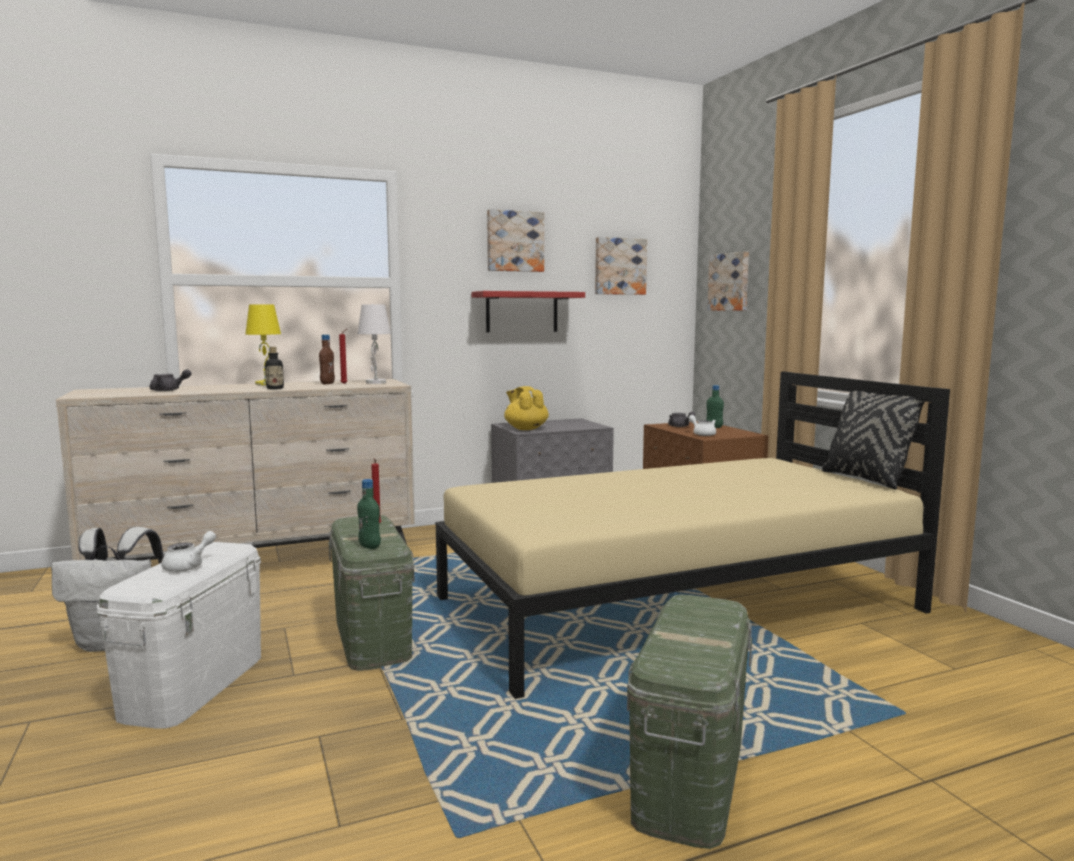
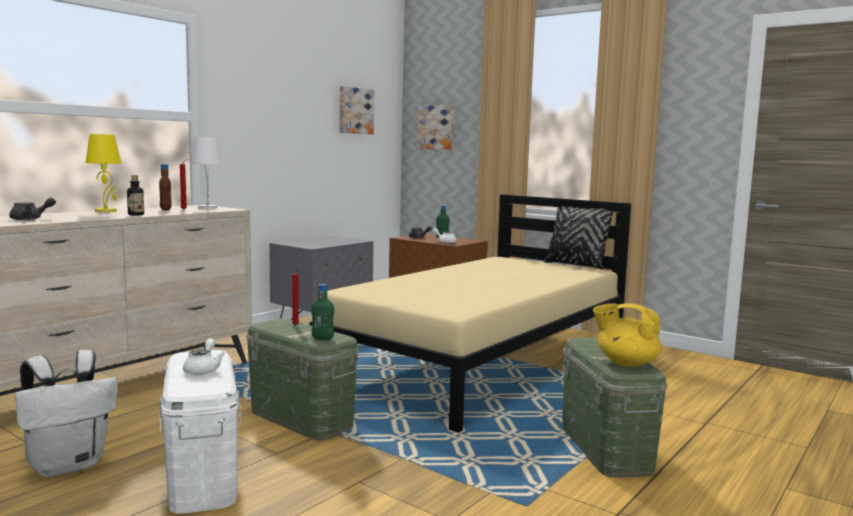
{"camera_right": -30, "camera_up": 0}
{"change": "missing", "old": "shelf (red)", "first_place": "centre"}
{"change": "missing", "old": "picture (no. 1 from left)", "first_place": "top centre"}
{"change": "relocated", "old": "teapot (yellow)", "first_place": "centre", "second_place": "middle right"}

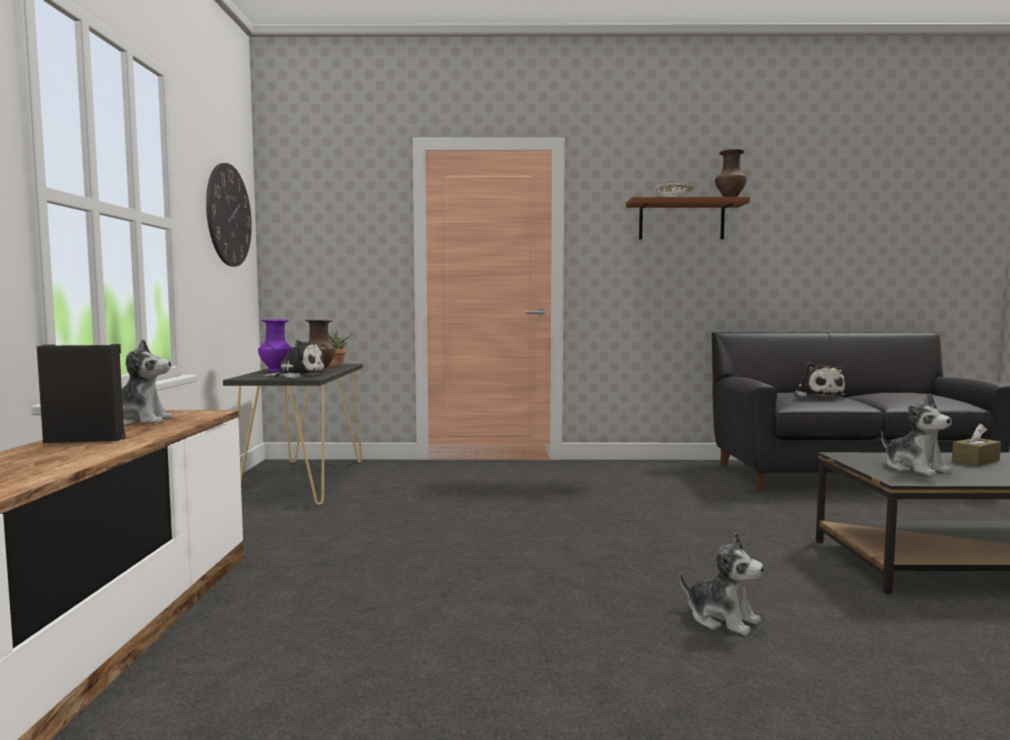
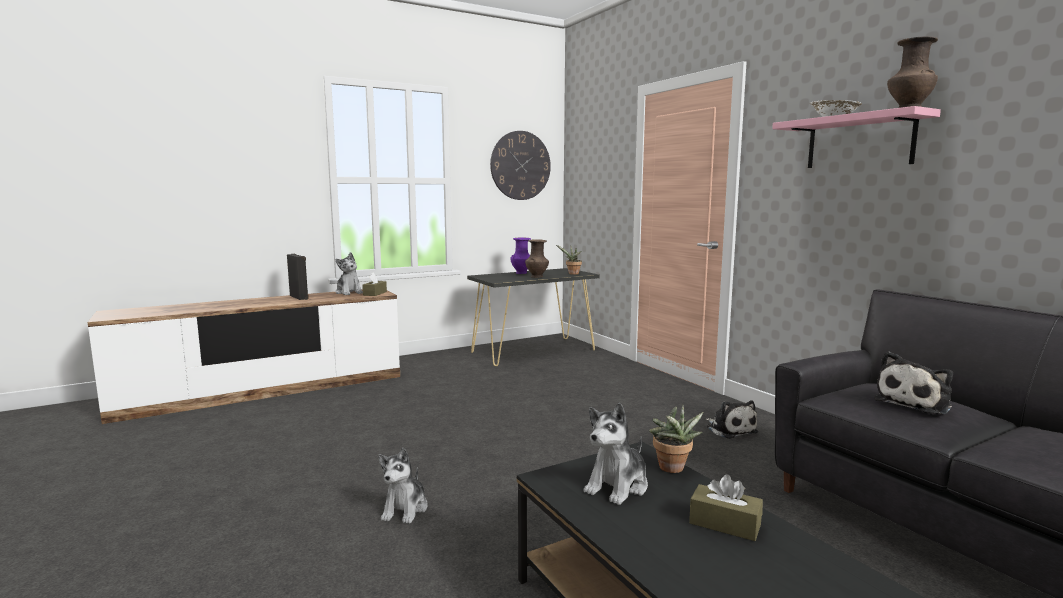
{"camera_right": 60, "camera_up": 5}
{"change": "appeared", "new": "tissue box (brown) (no. 1 from left)", "second_place": "centre"}
{"change": "appeared", "new": "potted plant (no. 2 from left)", "second_place": "bottom centre"}
{"change": "relocated", "old": "plush toy (no. 2 from left in the first image)", "new": "plush toy (no. 4 from left)", "first_place": "middle left", "second_place": "bottom right"}
{"change": "colour", "old": "shelf (brown)", "new": "shelf (pink)", "first_place": "top right", "second_place": "top right"}

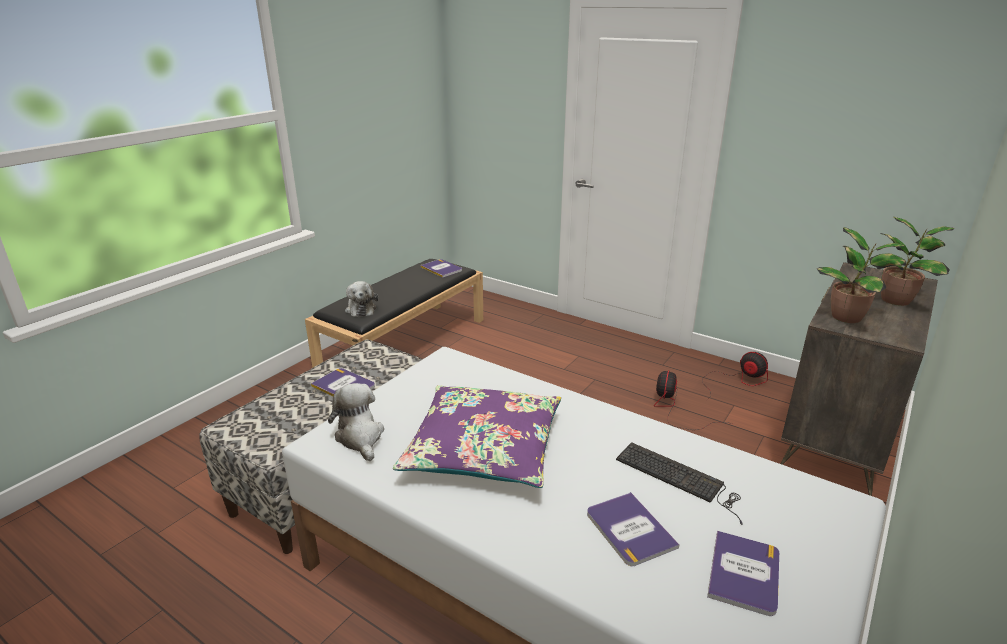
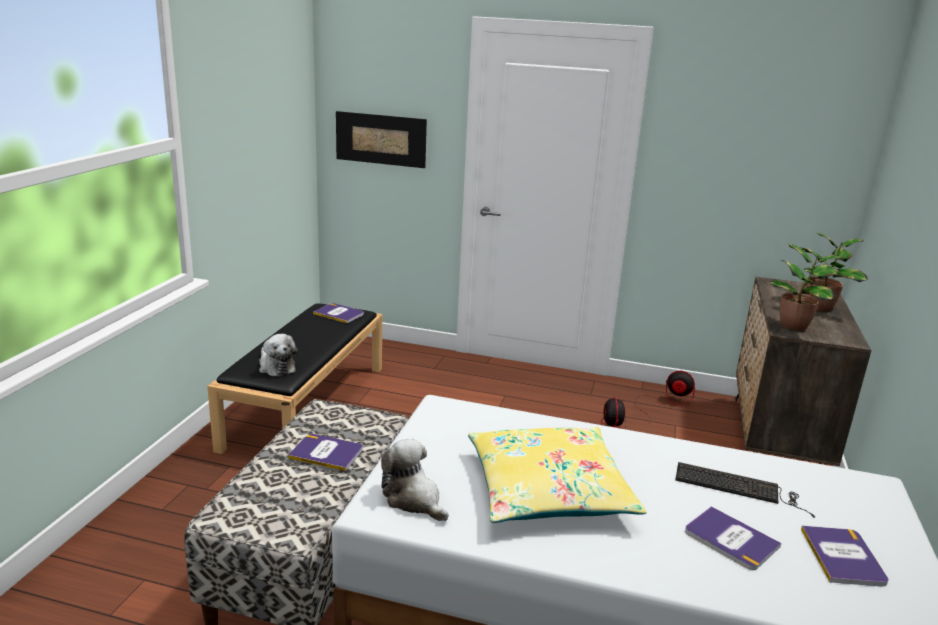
{"camera_right": -20, "camera_up": -5}
{"change": "appeared", "new": "picture", "second_place": "top centre"}
{"change": "colour", "old": "pillow (purple)", "new": "pillow (yellow)", "first_place": "bottom centre", "second_place": "bottom centre"}

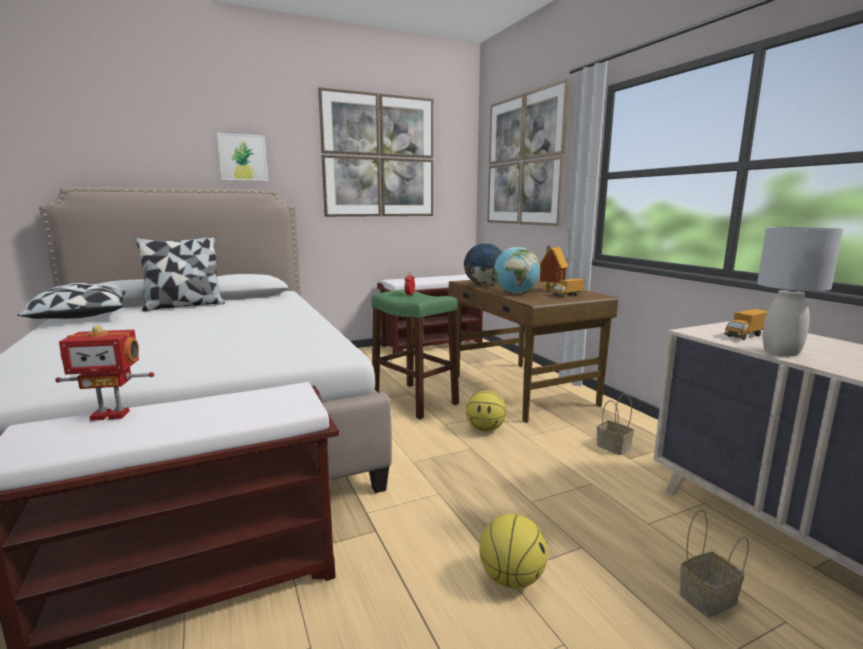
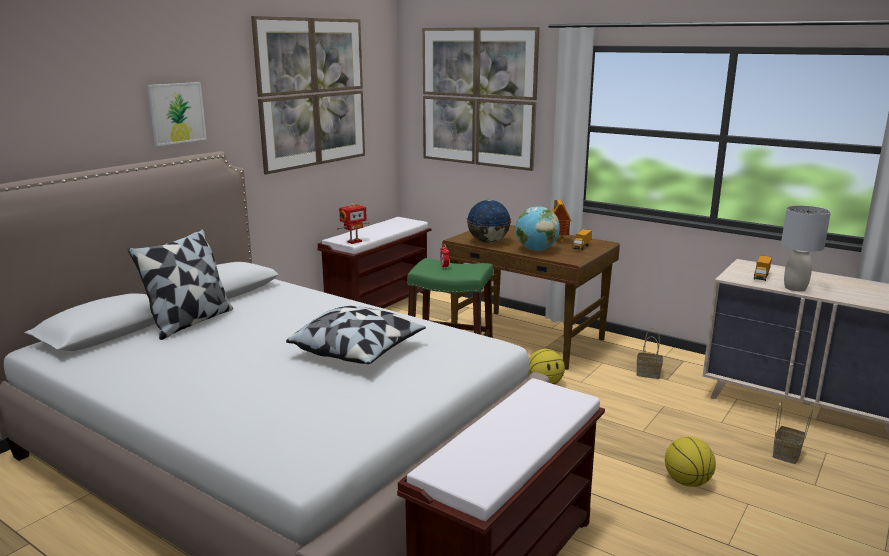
{"camera_right": -30, "camera_up": 5}
{"change": "relocated", "old": "pillow (no. 1 from left in the first image)", "new": "pillow (no. 2 from left)", "first_place": "middle left", "second_place": "centre"}
{"change": "relocated", "old": "toy robot", "first_place": "middle left", "second_place": "centre"}

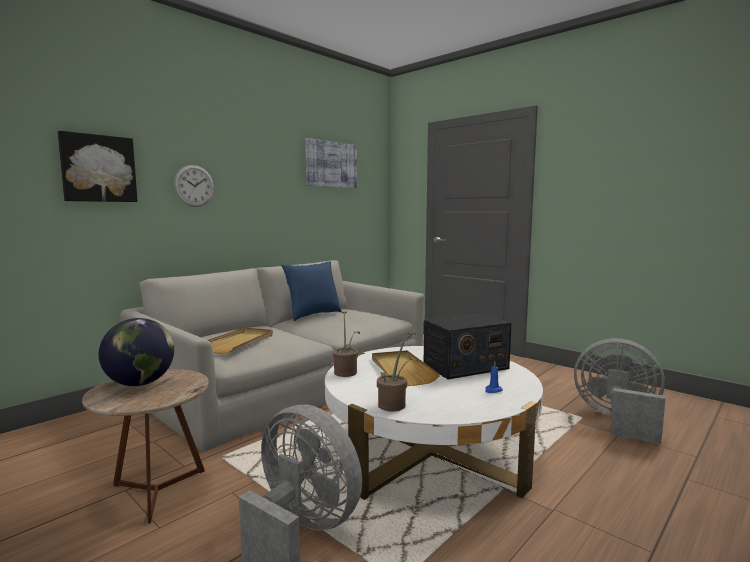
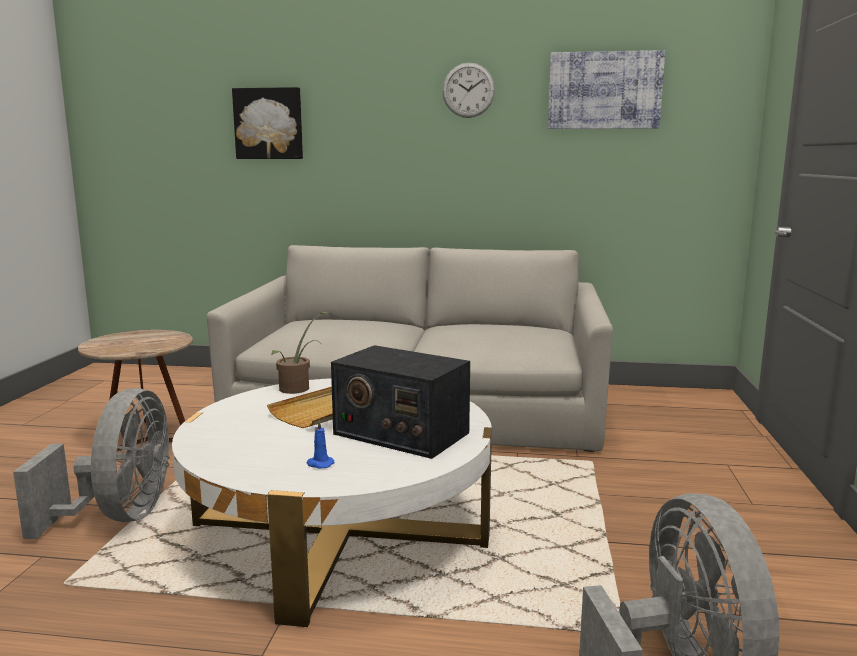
{"camera_right": 55, "camera_up": 5}
{"change": "missing", "old": "globe", "first_place": "middle left"}
{"change": "missing", "old": "tray (beige) (no. 1 from left)", "first_place": "middle left"}
{"change": "missing", "old": "pillow (blue)", "first_place": "centre"}
{"change": "missing", "old": "potted plant (no. 2 from left)", "first_place": "centre"}
{"change": "relocated", "old": "wall clock", "first_place": "top left", "second_place": "top centre"}

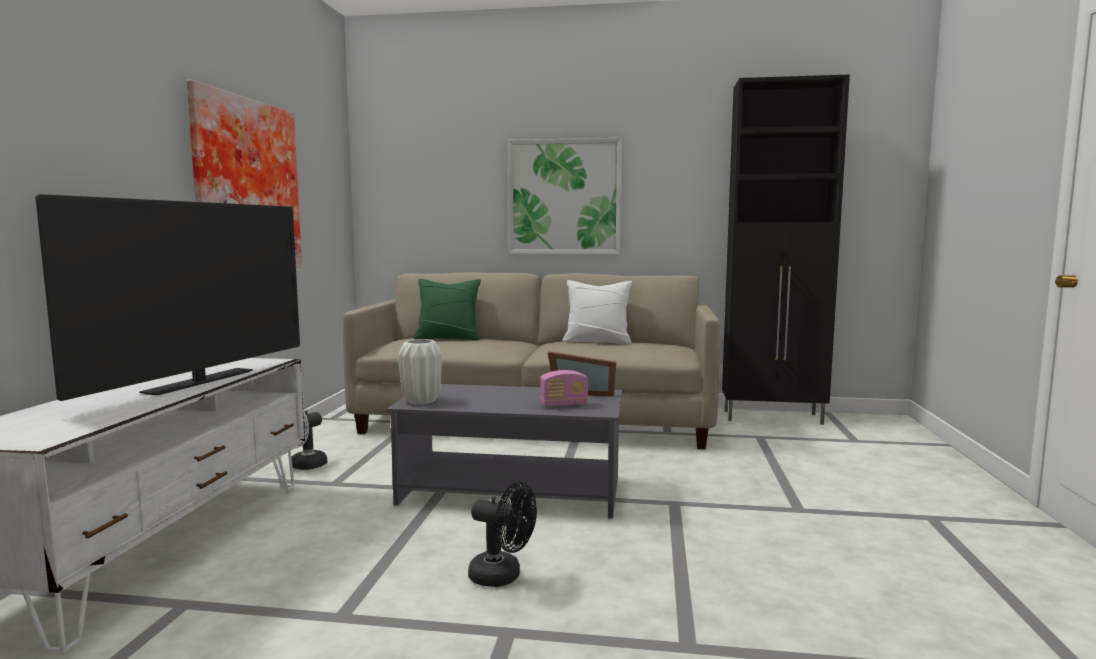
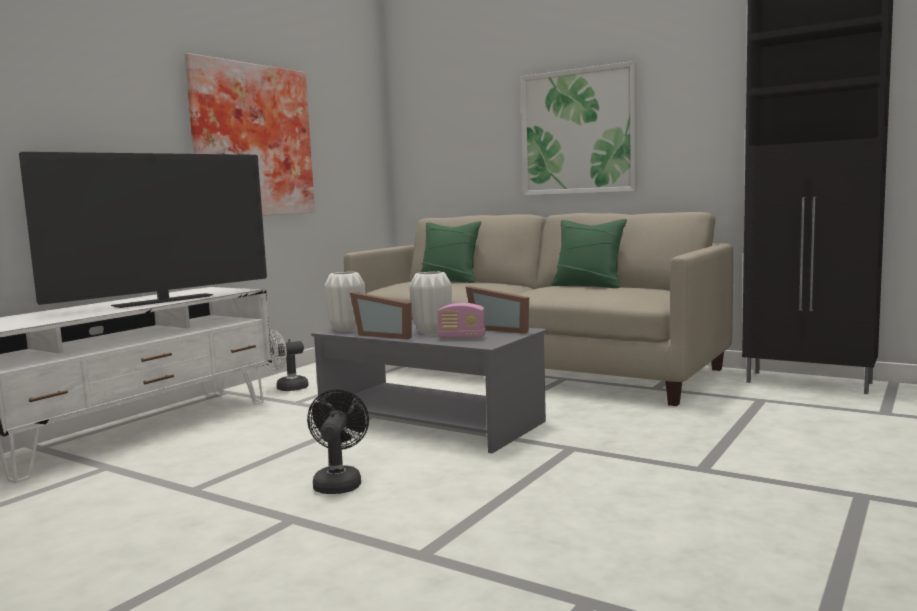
{"camera_right": 25, "camera_up": 0}
{"change": "appeared", "new": "picture frame (no. 1 from left)", "second_place": "centre"}
{"change": "appeared", "new": "vase (white) (no. 2 from left)", "second_place": "centre"}
{"change": "colour", "old": "pillow (white)", "new": "pillow (green) (no. 2 from left)", "first_place": "centre", "second_place": "centre"}
{"change": "spun", "old": "fan (black)", "first_place": "bottom centre", "second_place": "bottom centre", "degrees": -135}

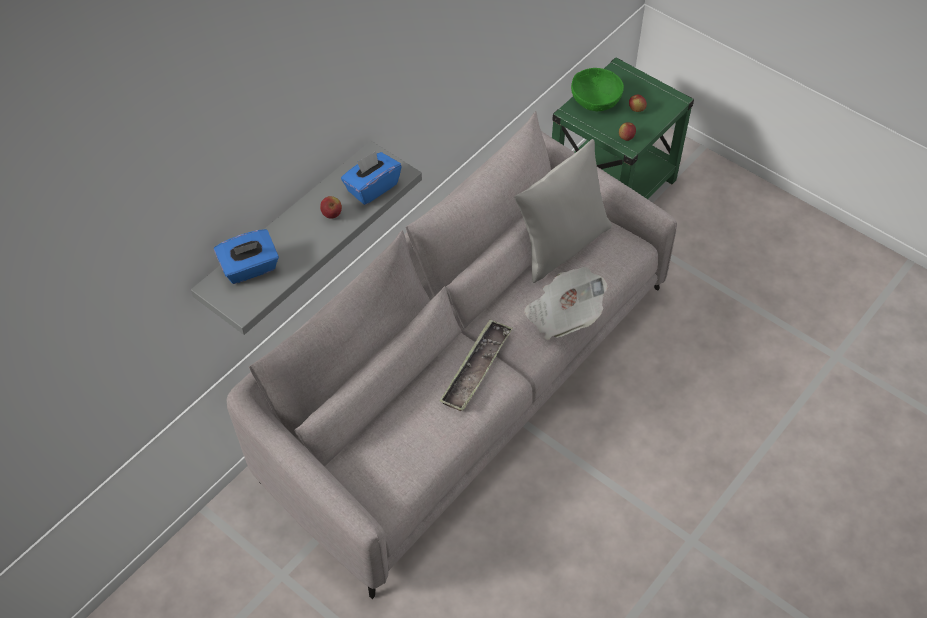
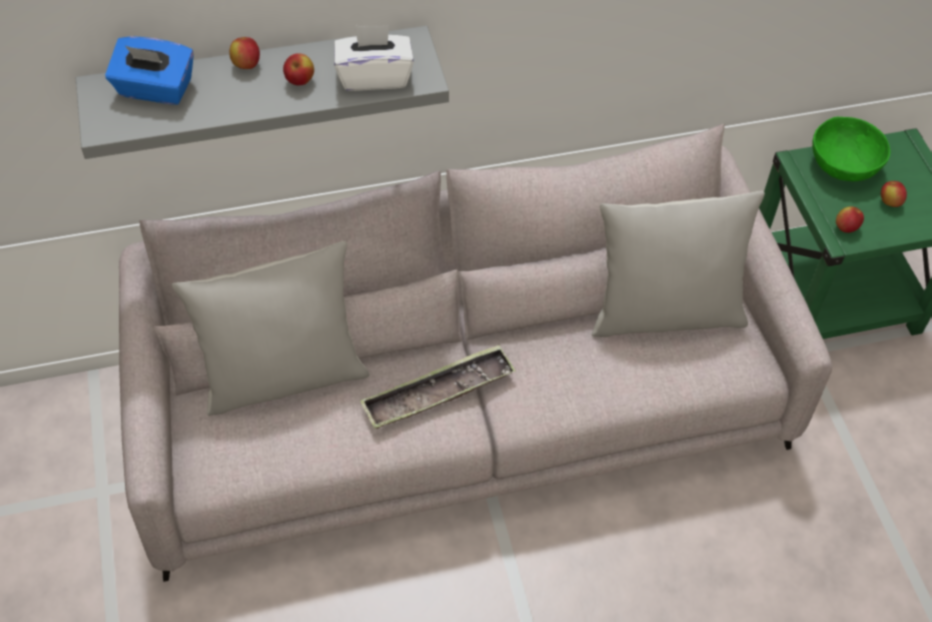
{"camera_right": 35, "camera_up": 0}
{"change": "missing", "old": "newspaper", "first_place": "centre"}
{"change": "appeared", "new": "pillow (grey) (no. 1 from left)", "second_place": "middle left"}
{"change": "appeared", "new": "apple (no. 1 from left)", "second_place": "top left"}
{"change": "colour", "old": "tissue box (blue) (no. 2 from left)", "new": "tissue box (white)", "first_place": "top centre", "second_place": "top centre"}

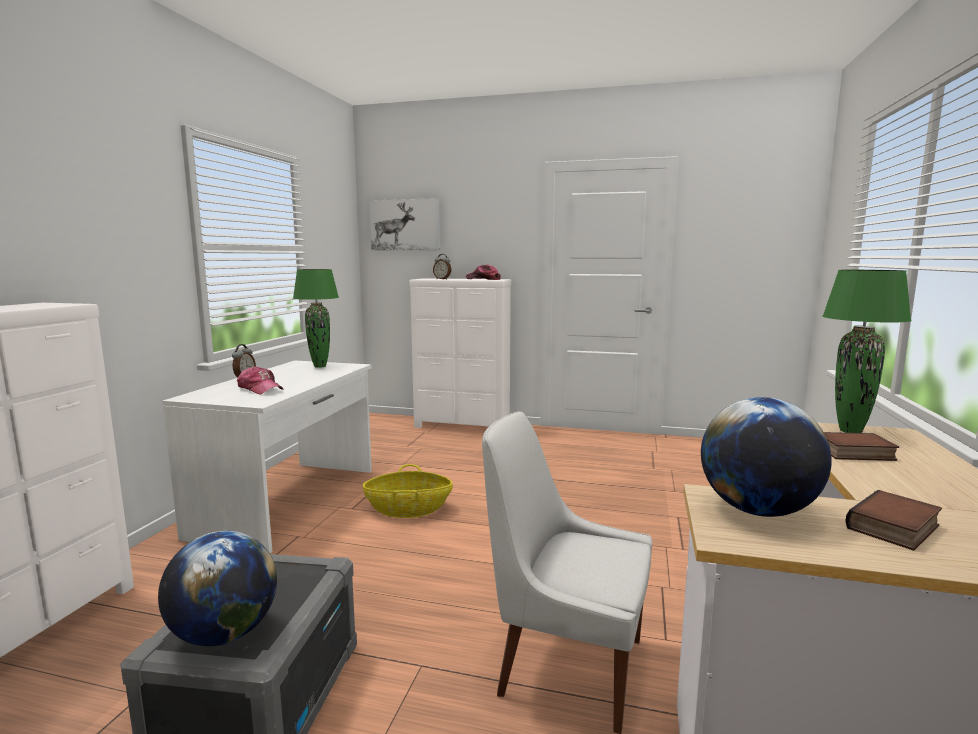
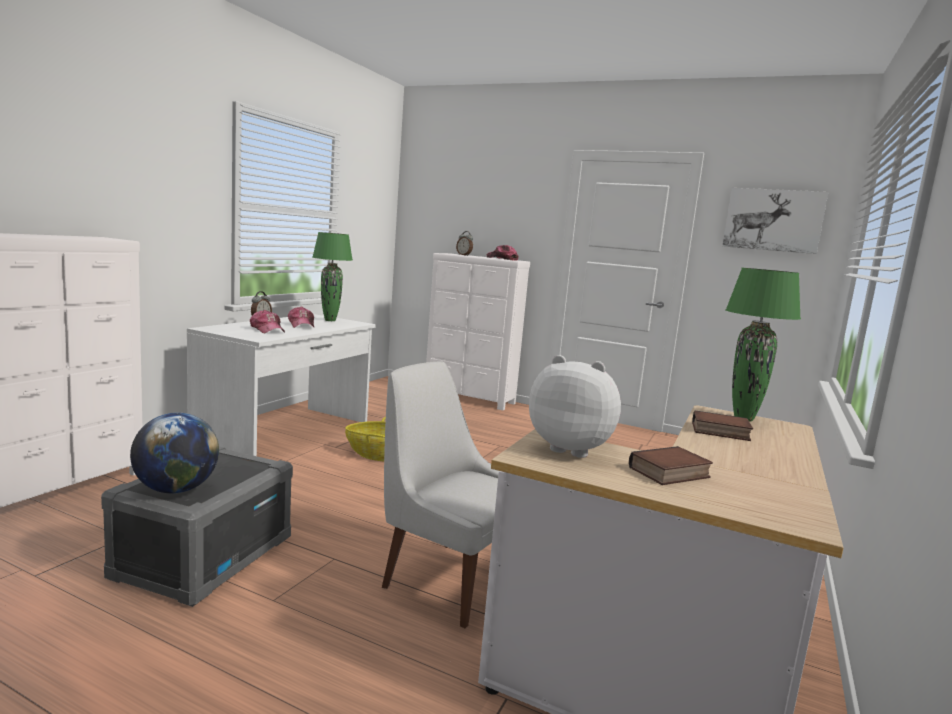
{"camera_right": 10, "camera_up": 0}
{"change": "appeared", "new": "cap (no. 2 from left)", "second_place": "middle left"}
{"change": "relocated", "old": "picture", "first_place": "top centre", "second_place": "top right"}
{"change": "exchanged", "old": "globe (no. 2 from left)", "new": "plush toy", "first_place": "middle right", "second_place": "centre"}

